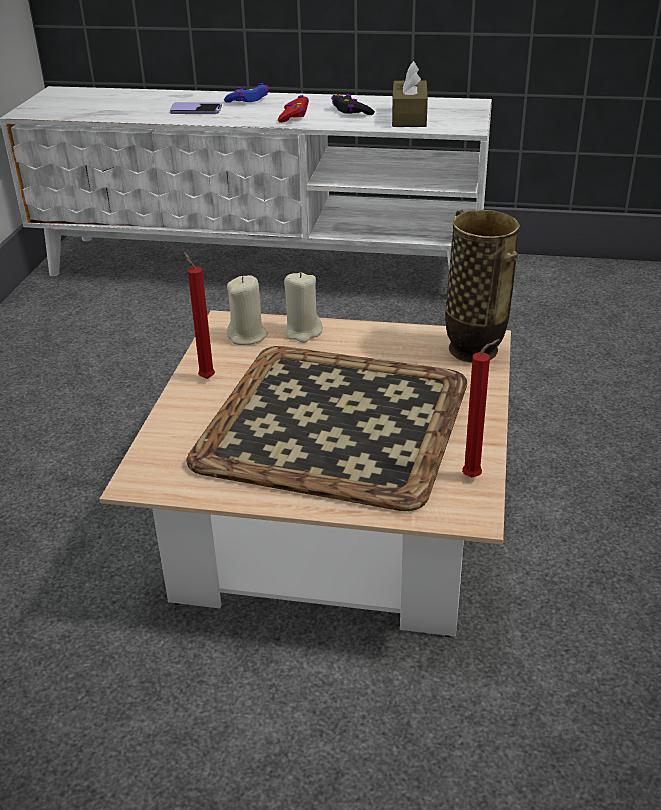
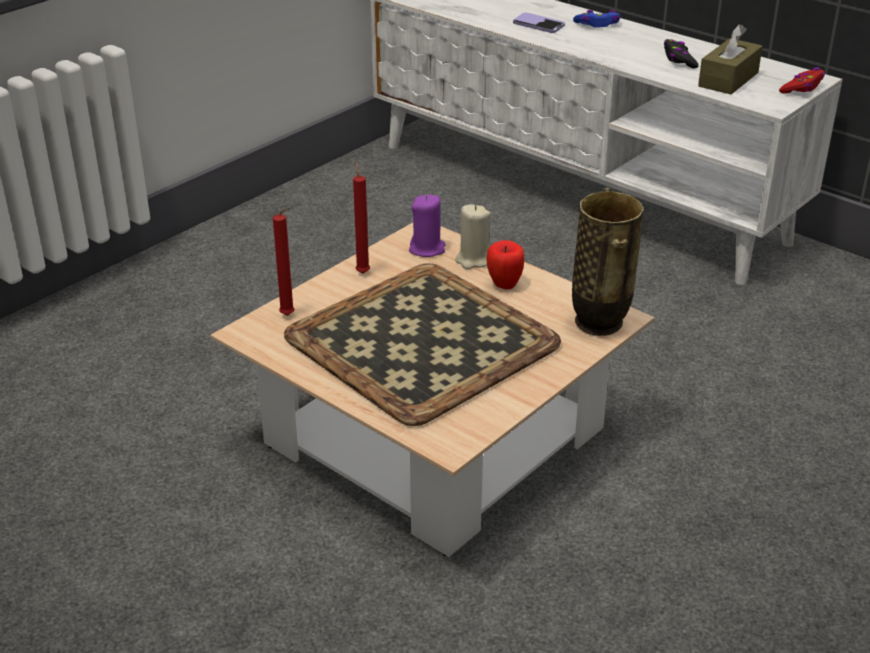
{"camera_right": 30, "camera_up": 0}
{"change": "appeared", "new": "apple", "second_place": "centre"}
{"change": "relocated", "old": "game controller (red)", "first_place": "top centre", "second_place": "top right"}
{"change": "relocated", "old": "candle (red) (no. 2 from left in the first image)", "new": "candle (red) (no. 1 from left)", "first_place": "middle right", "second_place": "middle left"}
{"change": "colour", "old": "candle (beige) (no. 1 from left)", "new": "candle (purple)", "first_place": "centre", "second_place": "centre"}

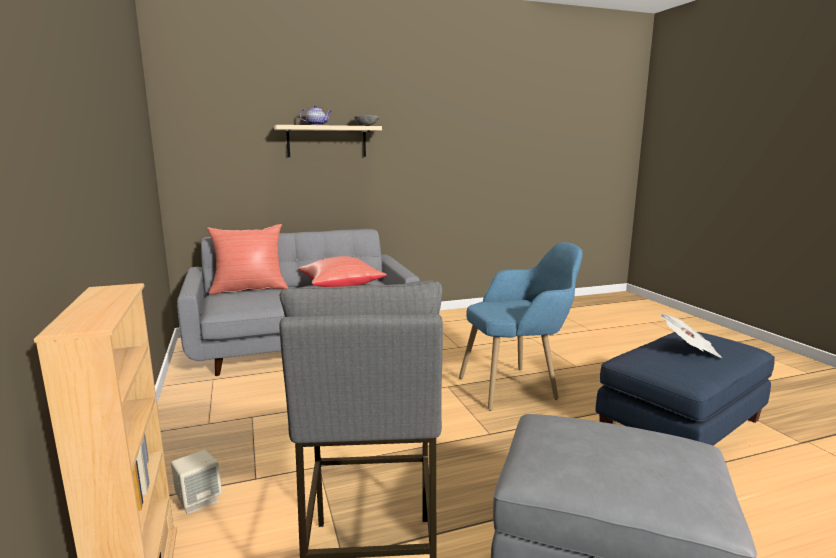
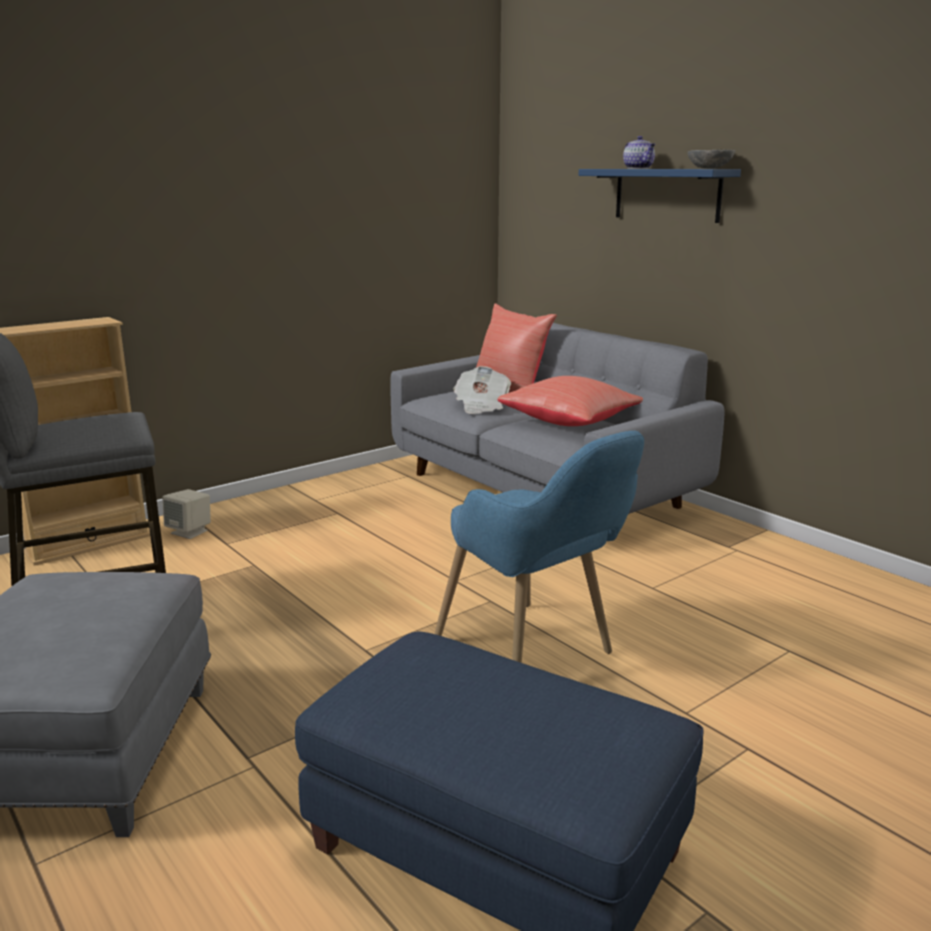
{"camera_right": 70, "camera_up": 5}
{"change": "relocated", "old": "newspaper", "first_place": "middle right", "second_place": "centre"}
{"change": "colour", "old": "shelf (beige)", "new": "shelf (blue)", "first_place": "top centre", "second_place": "top right"}

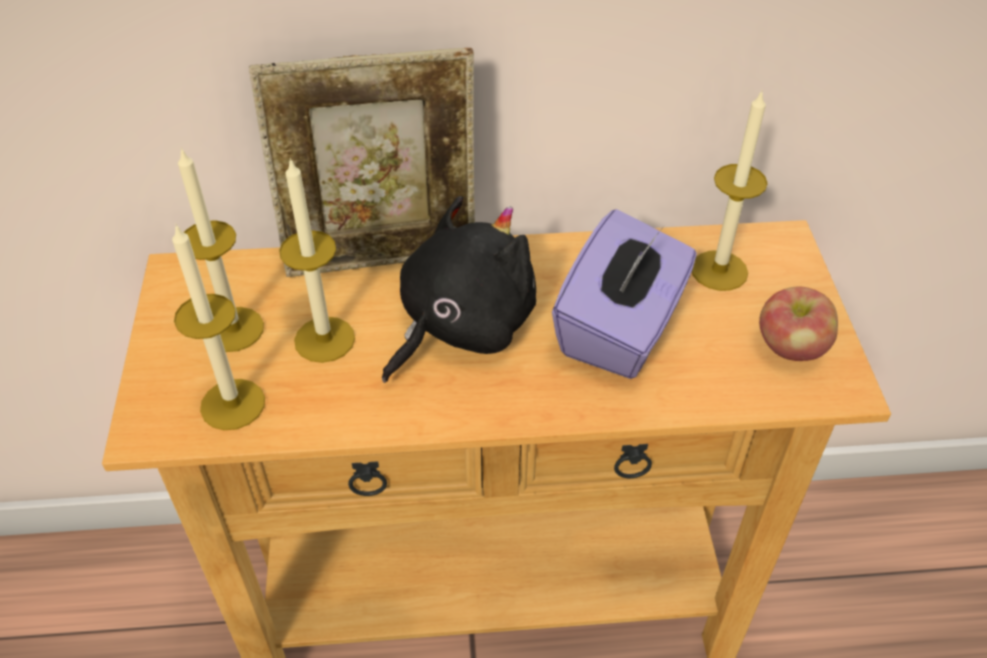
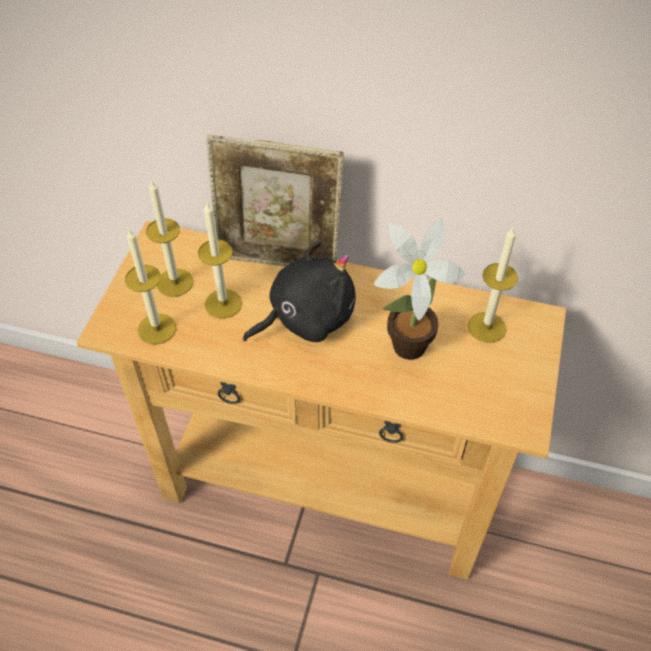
{"camera_right": 20, "camera_up": 5}
{"change": "missing", "old": "apple", "first_place": "middle right"}
{"change": "exchanged", "old": "tissue box (purple)", "new": "potted plant", "first_place": "centre", "second_place": "centre"}

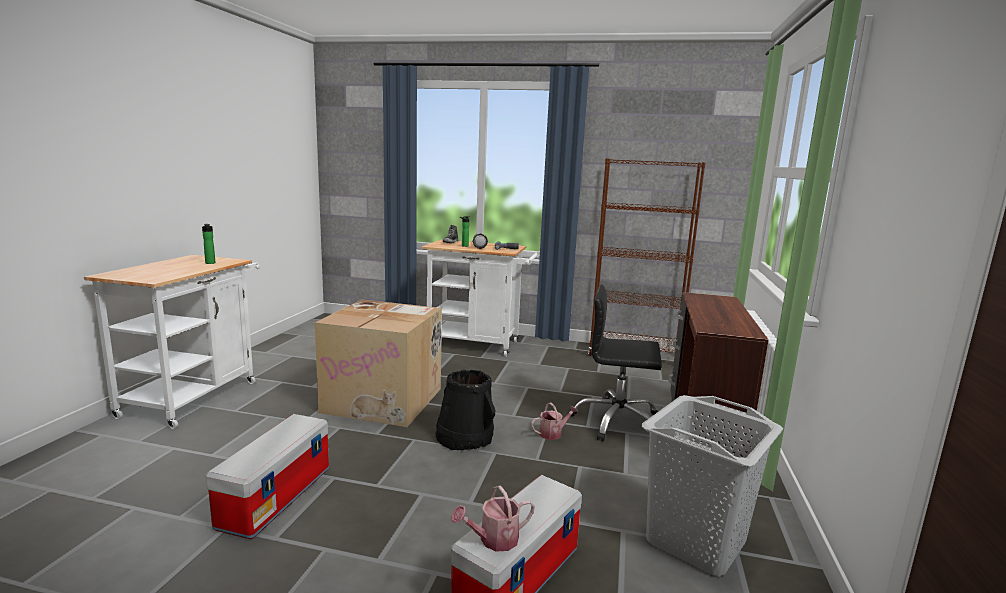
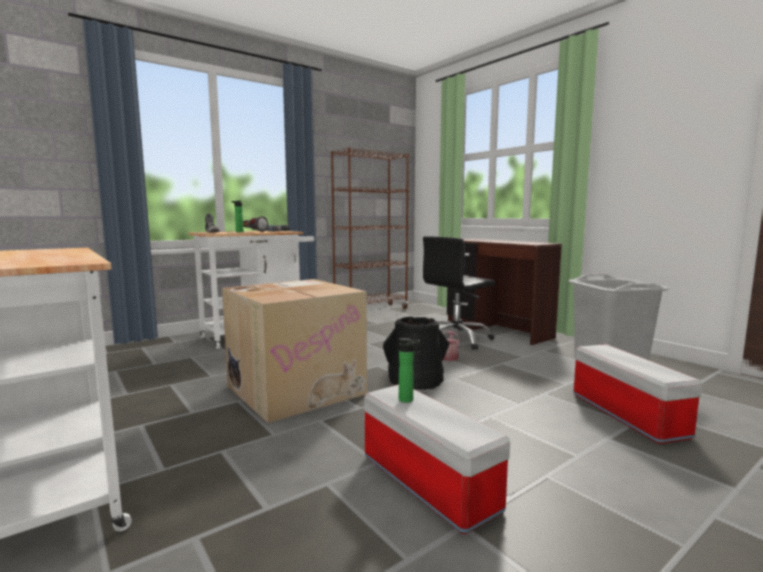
{"camera_right": -50, "camera_up": -5}
{"change": "missing", "old": "watering can (no. 1 from left)", "first_place": "bottom centre"}
{"change": "relocated", "old": "bottle (no. 1 from left in the first image)", "new": "bottle (no. 2 from left)", "first_place": "middle left", "second_place": "centre"}

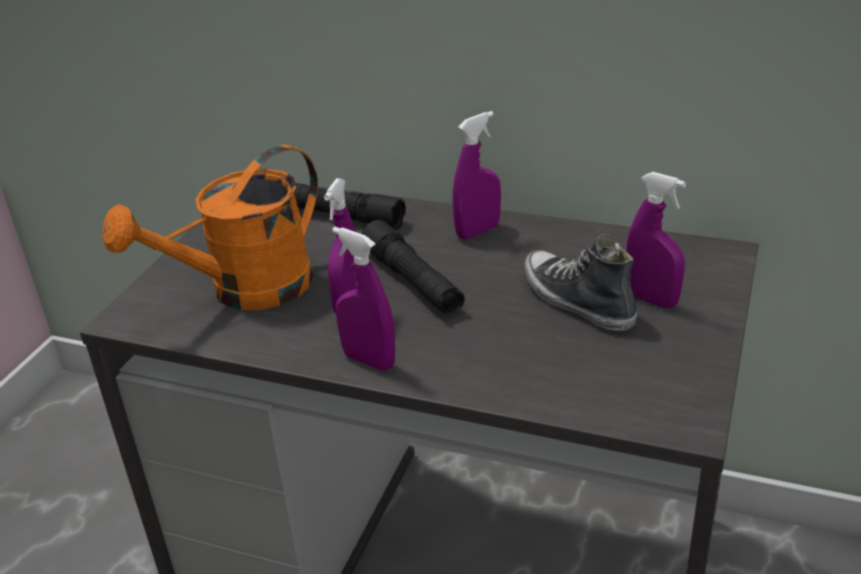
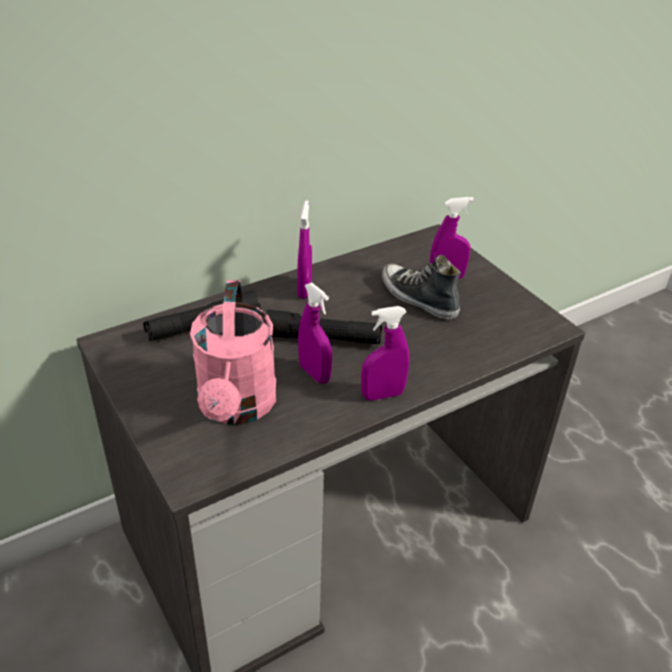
{"camera_right": -55, "camera_up": 5}
{"change": "colour", "old": "watering can (orange)", "new": "watering can (pink)", "first_place": "middle left", "second_place": "centre"}
{"change": "spun", "old": "shoe", "first_place": "middle right", "second_place": "centre", "degrees": 45}

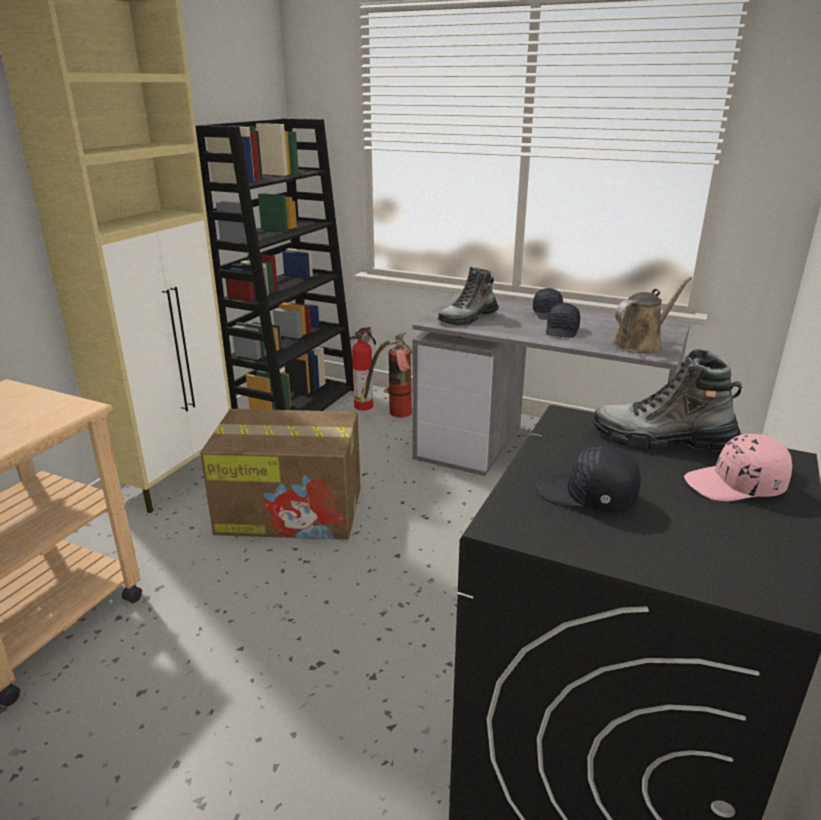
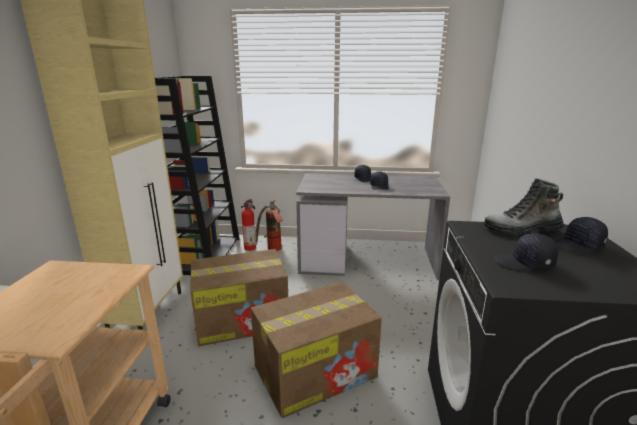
{"camera_right": -20, "camera_up": -5}
{"change": "missing", "old": "boot (no. 1 from left)", "first_place": "centre"}
{"change": "missing", "old": "watering can (brown)", "first_place": "middle right"}
{"change": "appeared", "new": "cardboard box (no. 2 from left)", "second_place": "bottom centre"}
{"change": "colour", "old": "cap (pink)", "new": "cap (black) (no. 4 from left)", "first_place": "middle right", "second_place": "middle right"}

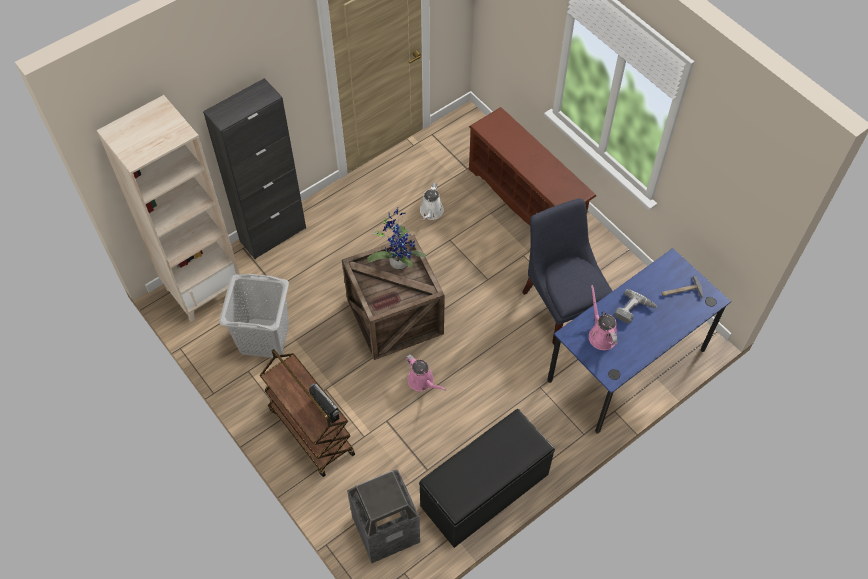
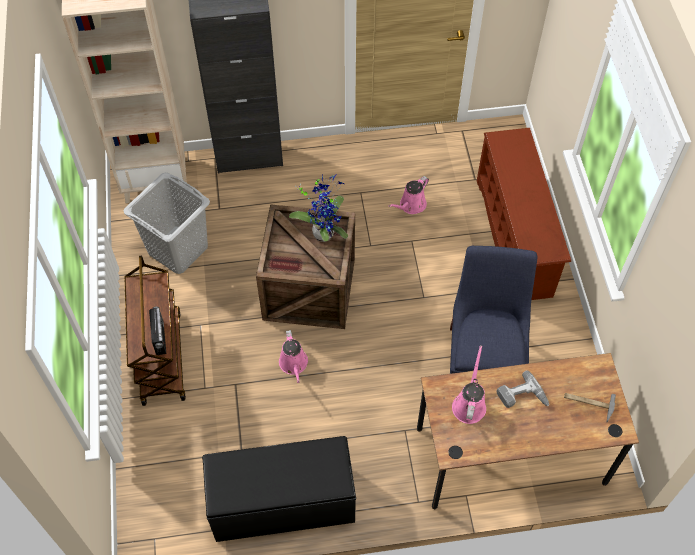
{"camera_right": 30, "camera_up": 0}
{"change": "missing", "old": "trash can", "first_place": "bottom centre"}
{"change": "colour", "old": "watering can (white)", "new": "watering can (pink) (no. 2 from left)", "first_place": "centre", "second_place": "centre"}
{"change": "colour", "old": "desk (blue)", "new": "desk (brown)", "first_place": "middle right", "second_place": "bottom right"}

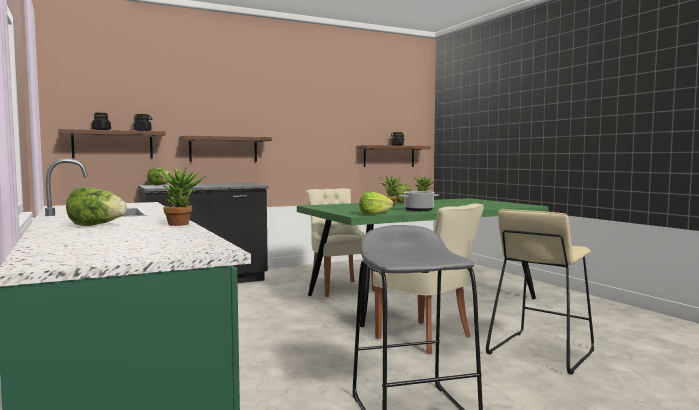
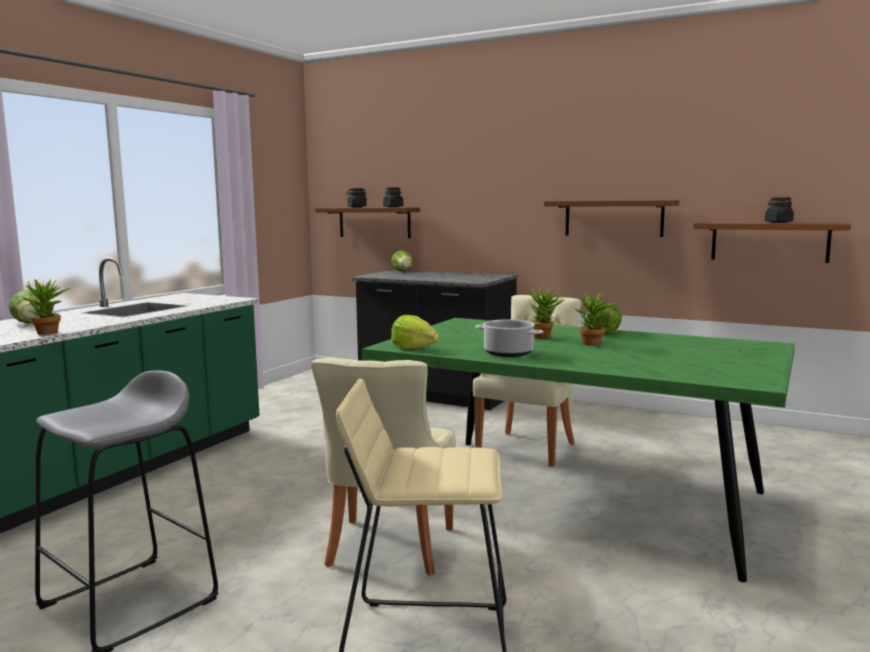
{"camera_right": 55, "camera_up": 5}
{"change": "relocated", "old": "shelf (brown) (no. 2 from left)", "first_place": "middle left", "second_place": "middle right"}

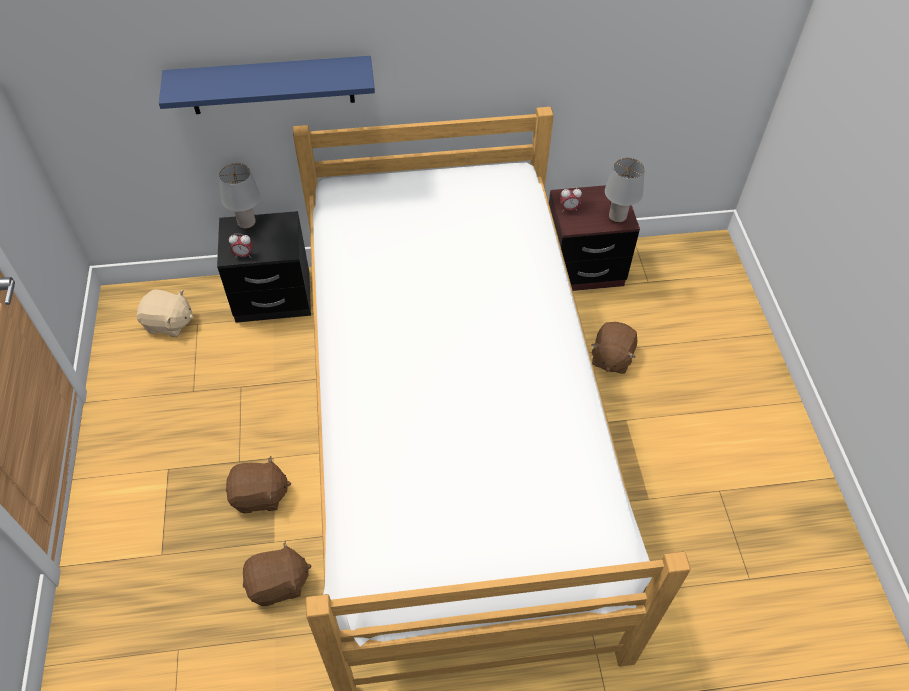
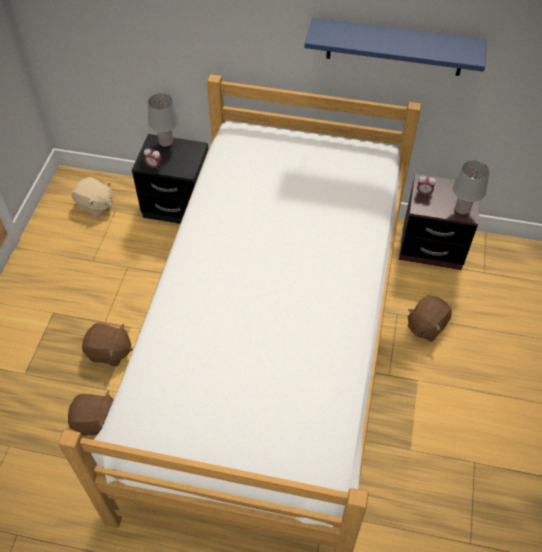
{"camera_right": 20, "camera_up": 0}
{"change": "relocated", "old": "shelf (blue)", "first_place": "top left", "second_place": "top right"}

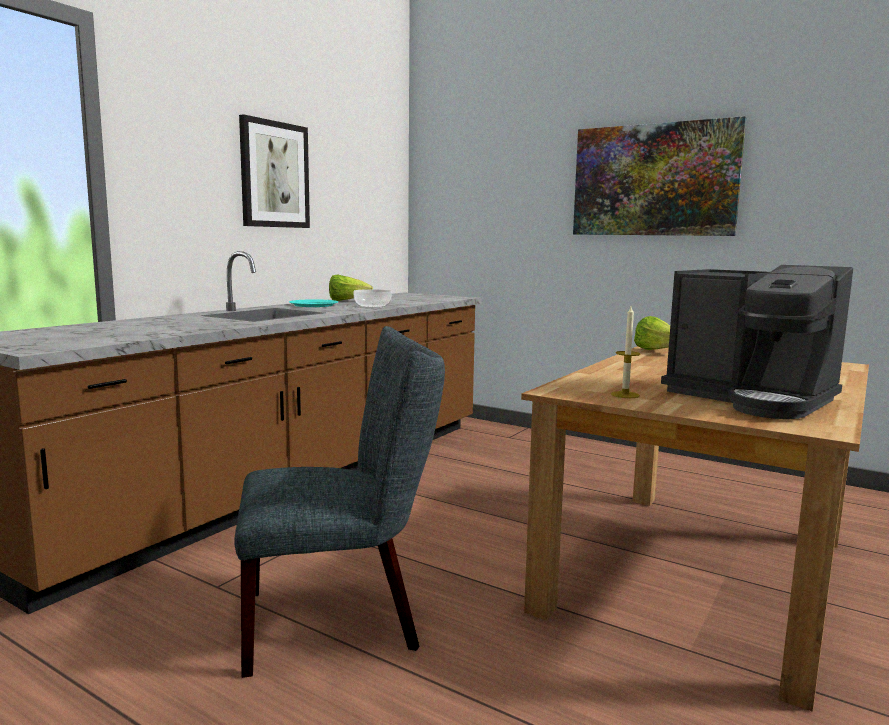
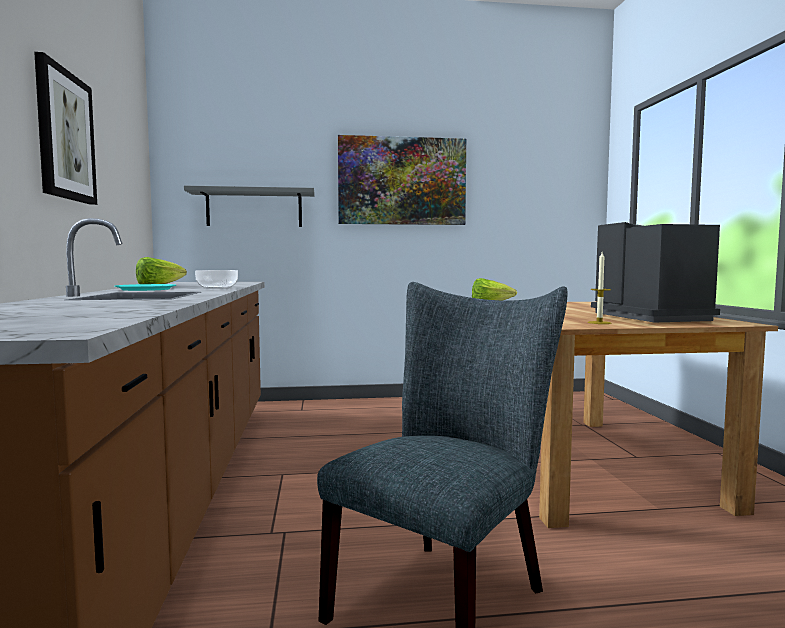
{"camera_right": -40, "camera_up": -5}
{"change": "appeared", "new": "shelf (grey)", "second_place": "top left"}
{"change": "spun", "old": "coffee machine", "first_place": "middle right", "second_place": "middle right", "degrees": -105}

